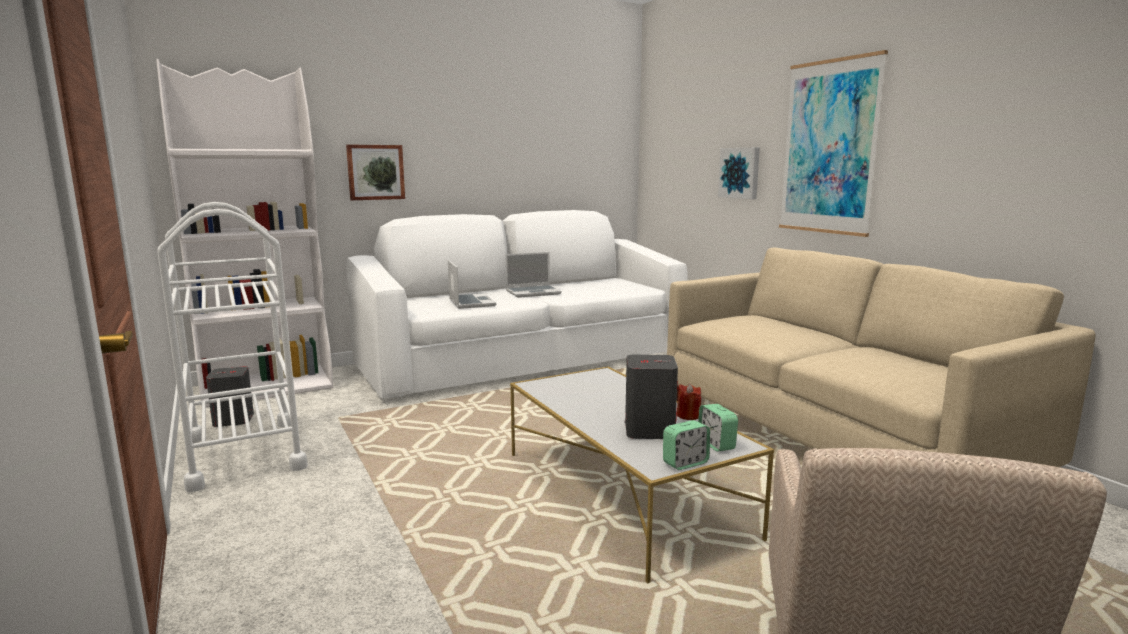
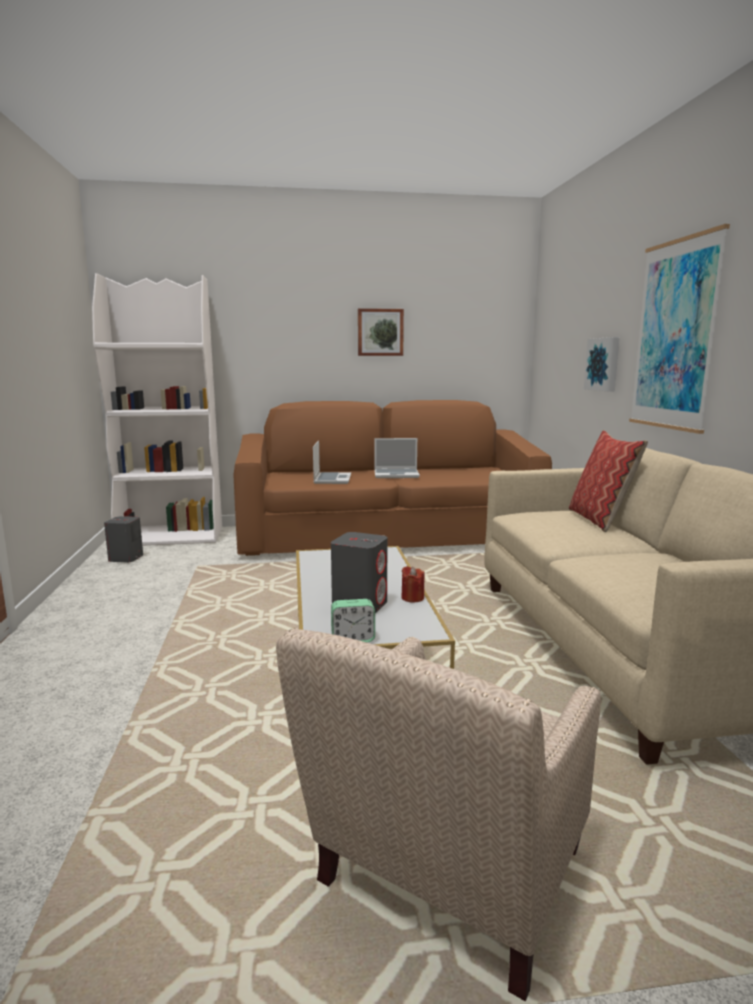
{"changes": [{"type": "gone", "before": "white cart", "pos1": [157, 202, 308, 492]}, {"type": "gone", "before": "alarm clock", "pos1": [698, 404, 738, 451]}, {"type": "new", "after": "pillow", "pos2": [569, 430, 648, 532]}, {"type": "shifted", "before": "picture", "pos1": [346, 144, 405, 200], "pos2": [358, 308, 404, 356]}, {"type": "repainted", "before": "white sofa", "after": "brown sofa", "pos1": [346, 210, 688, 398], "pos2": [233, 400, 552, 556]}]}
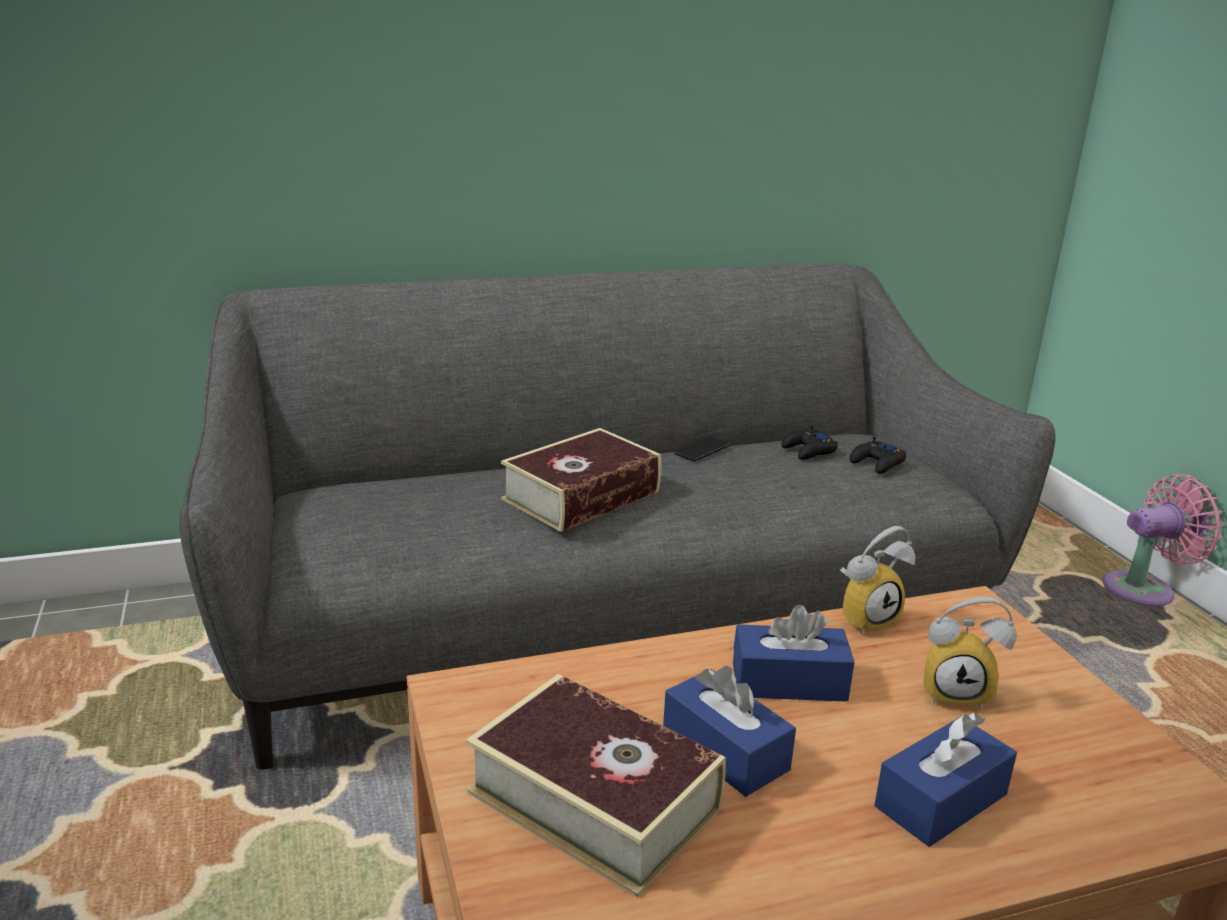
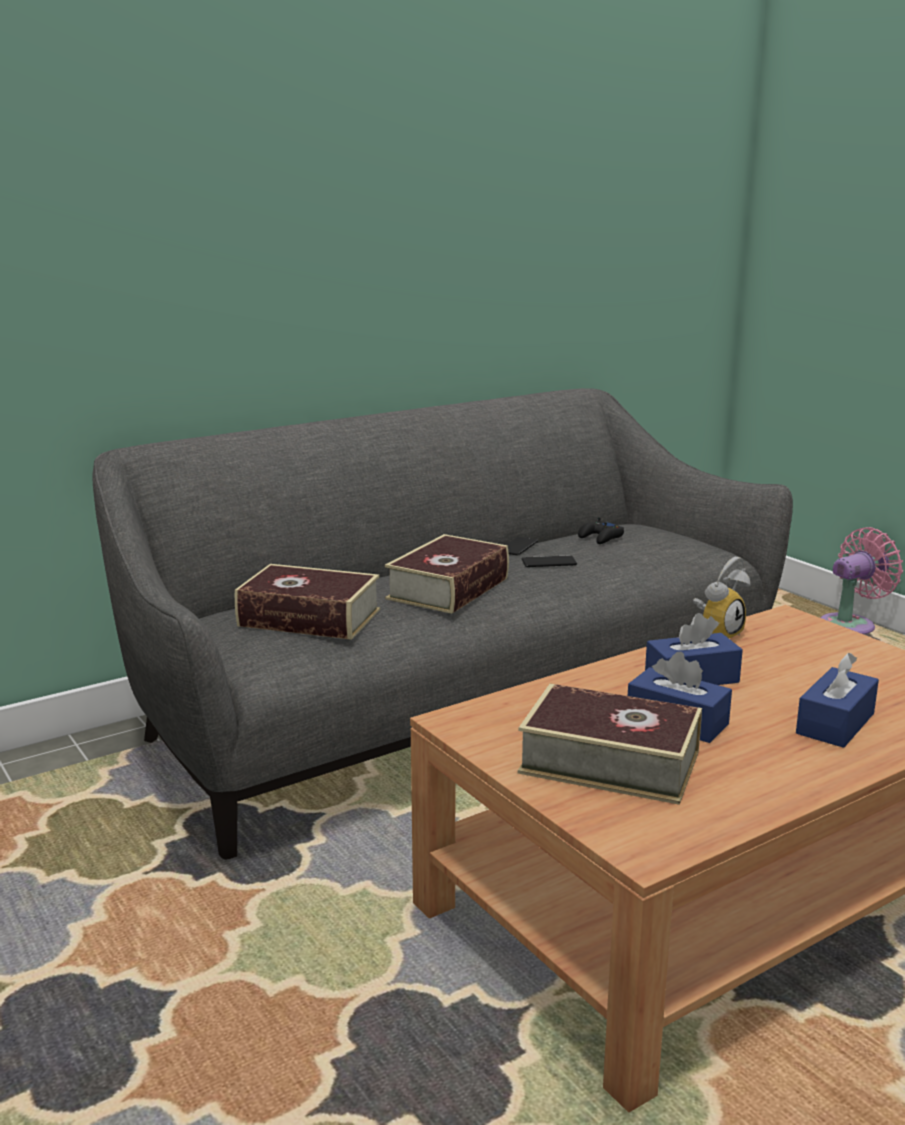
{"changes": [{"type": "gone", "before": "black game controller", "pos1": [850, 437, 906, 474]}, {"type": "gone", "before": "alarm clock", "pos1": [923, 597, 1016, 710]}, {"type": "new", "after": "book", "pos2": [235, 564, 380, 640]}, {"type": "new", "after": "phone", "pos2": [522, 555, 577, 567]}]}
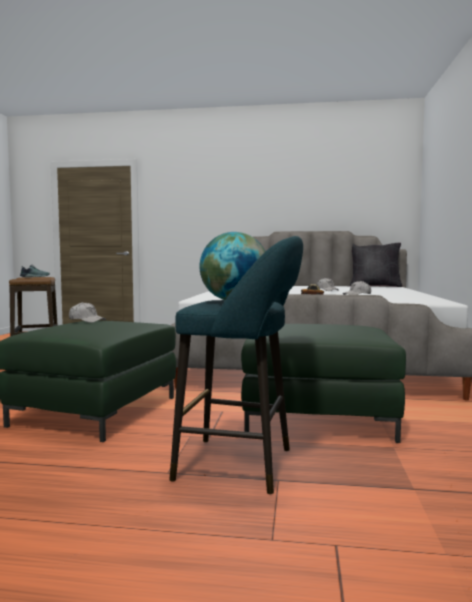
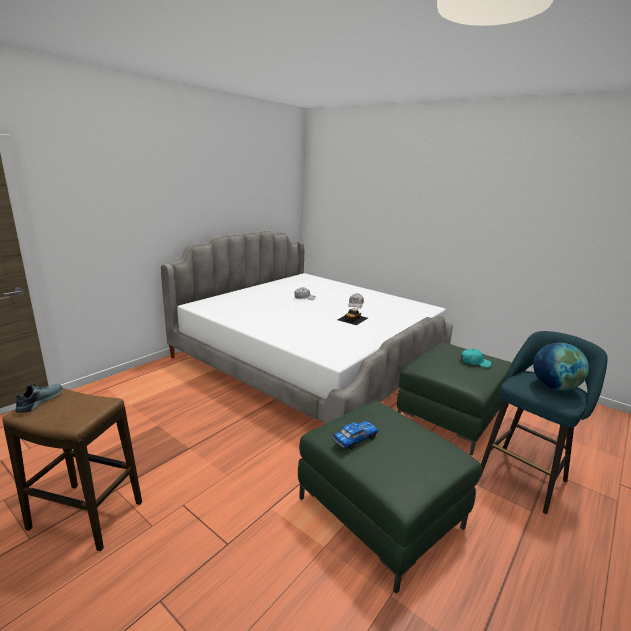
{"changes": [{"type": "gone", "before": "black pillow", "pos1": [350, 243, 402, 287]}, {"type": "new", "after": "turquoise cap", "pos2": [461, 349, 491, 368]}, {"type": "swapped", "before": "white cap", "after": "toy car", "pos1": [69, 302, 106, 323], "pos2": [332, 421, 378, 449]}]}
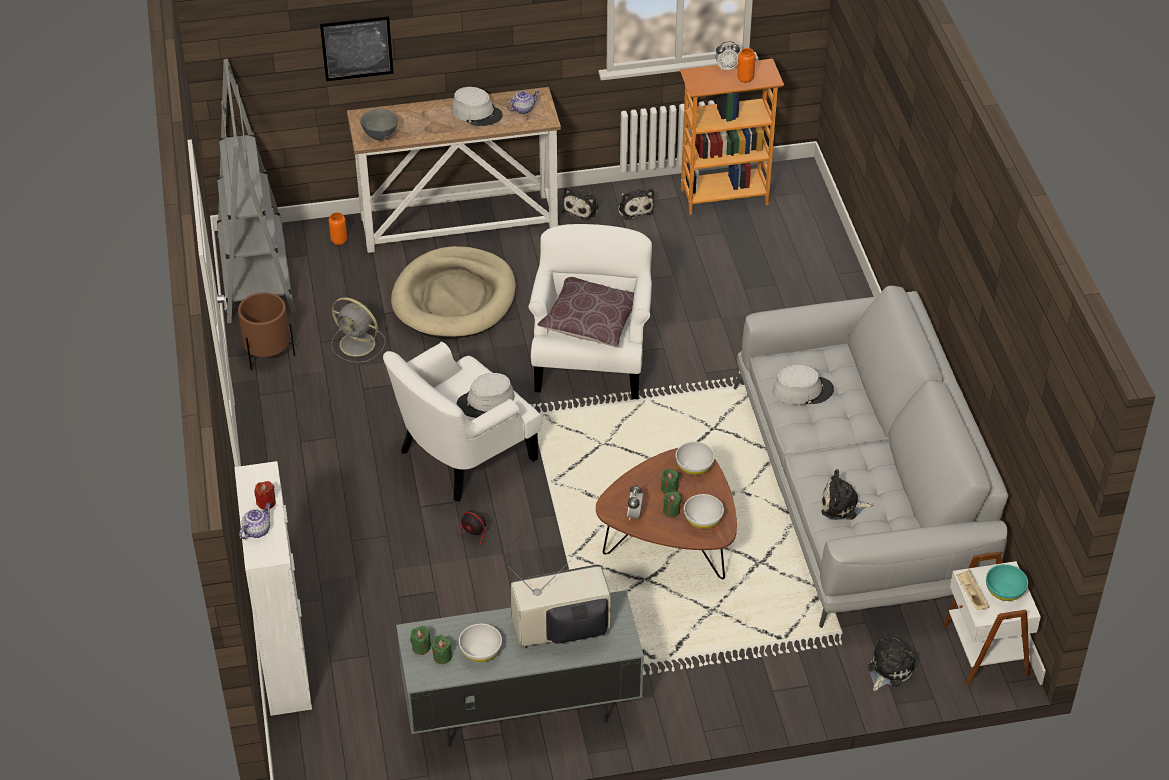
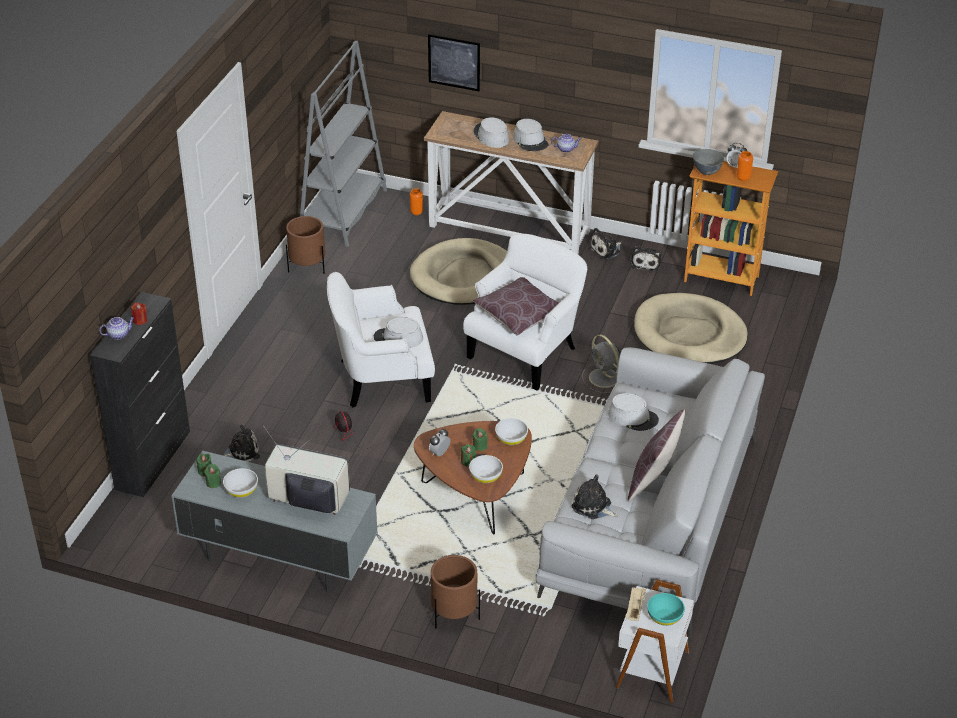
{"changes": [{"type": "new", "after": "brown planter", "pos2": [431, 555, 480, 629]}, {"type": "new", "after": "grey hat", "pos2": [474, 117, 509, 148]}, {"type": "new", "after": "brown pillow", "pos2": [628, 409, 685, 501]}, {"type": "new", "after": "beige dog bed", "pos2": [634, 293, 748, 364]}, {"type": "shifted", "before": "grey fan", "pos1": [331, 297, 385, 363], "pos2": [582, 335, 620, 393]}, {"type": "shifted", "before": "grey bowl", "pos1": [360, 109, 398, 141], "pos2": [693, 149, 724, 175]}, {"type": "shifted", "before": "plush toy", "pos1": [868, 637, 915, 691], "pos2": [223, 424, 260, 462]}, {"type": "repainted", "before": "white cabinet", "after": "black cabinet", "pos1": [234, 461, 312, 716], "pos2": [90, 292, 190, 497]}]}
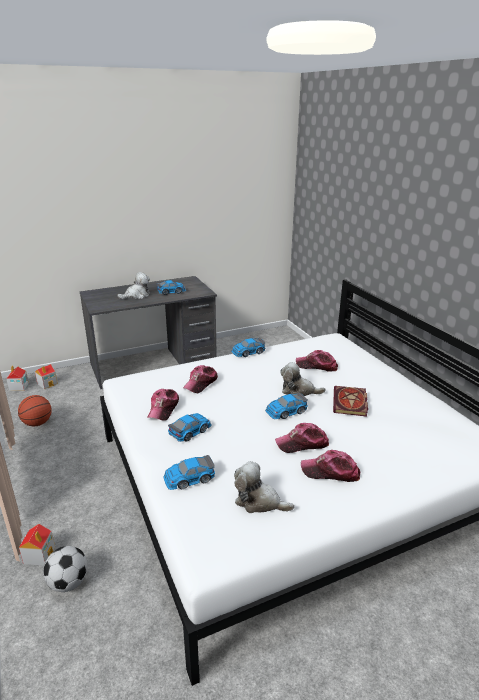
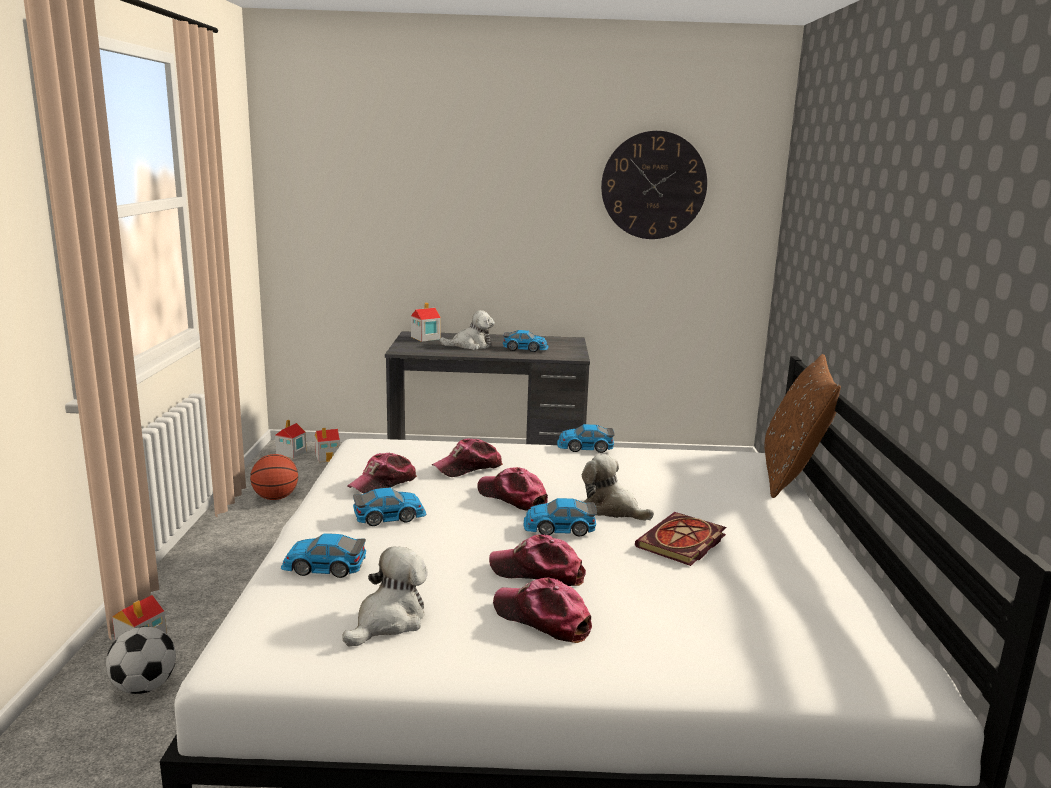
{"changes": [{"type": "new", "after": "toy house", "pos2": [411, 303, 441, 342]}, {"type": "new", "after": "wall clock", "pos2": [601, 131, 707, 239]}, {"type": "new", "after": "brown pillow", "pos2": [764, 354, 841, 498]}, {"type": "shifted", "before": "cap", "pos1": [296, 350, 338, 372], "pos2": [477, 467, 548, 511]}, {"type": "rotated", "before": "plush toy", "pos1": [234, 461, 294, 513], "pos2": [342, 547, 428, 646], "turn": 75}]}
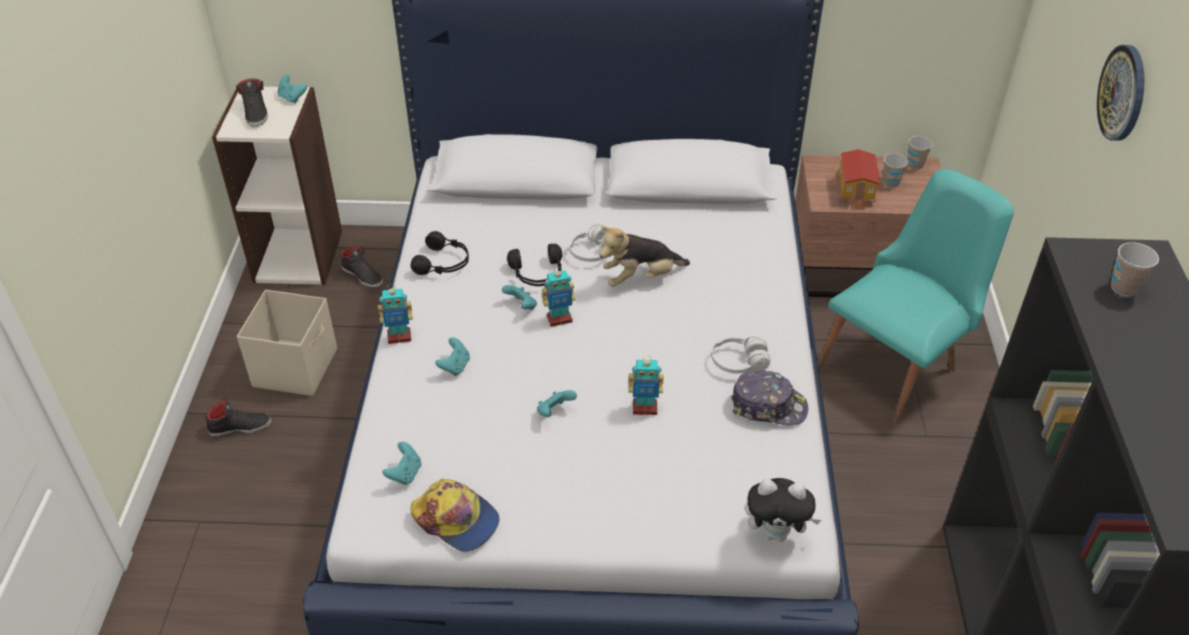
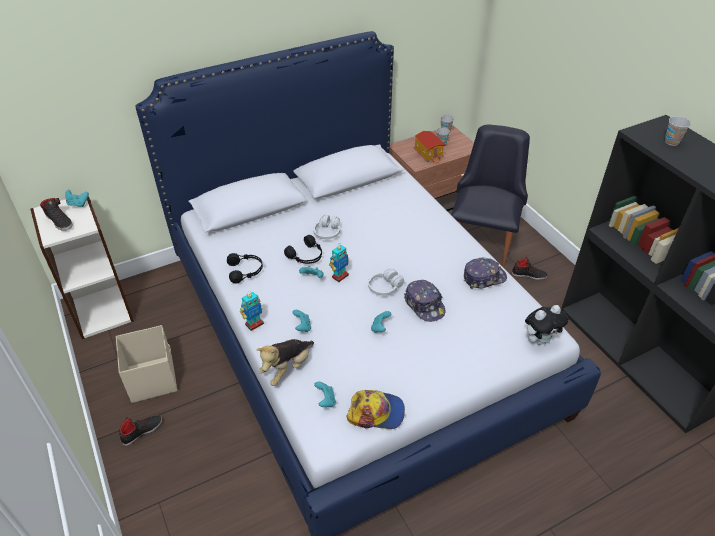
{"changes": [{"type": "gone", "before": "wall clock", "pos1": [1097, 45, 1145, 141]}, {"type": "shifted", "before": "black shoe", "pos1": [340, 246, 383, 288], "pos2": [512, 257, 548, 280]}, {"type": "shifted", "before": "plush toy", "pos1": [599, 226, 690, 287], "pos2": [257, 339, 314, 386]}, {"type": "shifted", "before": "white headphones", "pos1": [711, 336, 771, 374], "pos2": [368, 269, 404, 295]}, {"type": "swapped", "before": "toy robot", "after": "cap", "pos1": [629, 356, 664, 415], "pos2": [404, 280, 445, 322]}, {"type": "repainted", "before": "turquoise chair", "after": "black chair", "pos1": [818, 169, 1014, 424], "pos2": [451, 125, 530, 268]}]}
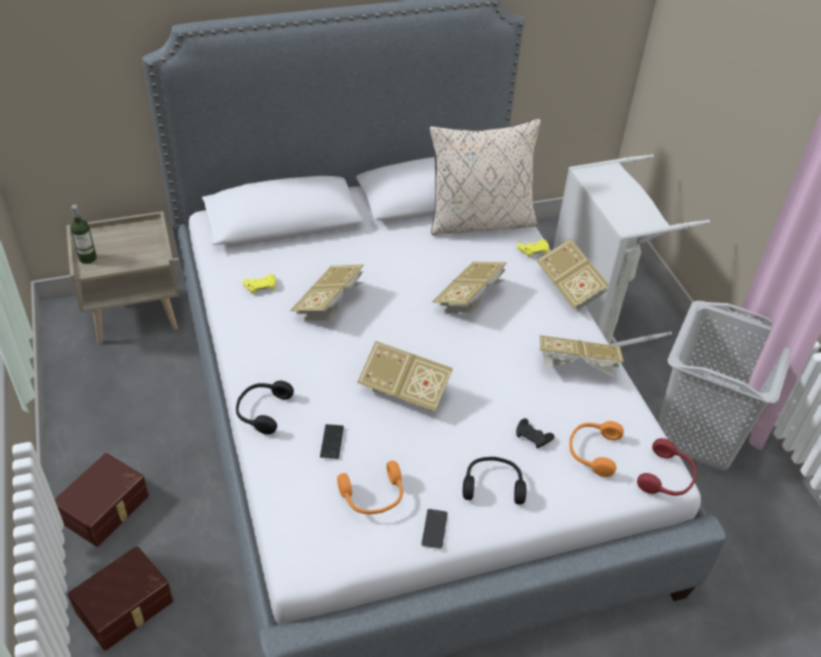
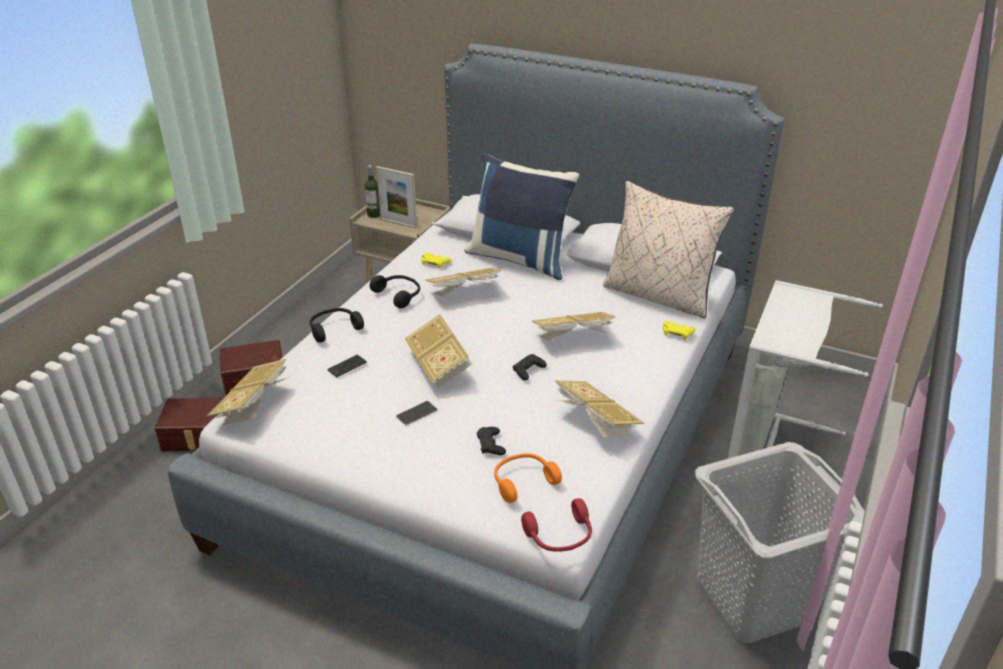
{"changes": [{"type": "gone", "before": "orange headphones", "pos1": [337, 461, 403, 514]}, {"type": "new", "after": "picture frame", "pos2": [376, 166, 417, 229]}, {"type": "new", "after": "blue pillow", "pos2": [465, 153, 579, 280]}, {"type": "new", "after": "black game controller", "pos2": [513, 354, 547, 381]}, {"type": "shifted", "before": "phone", "pos1": [421, 509, 448, 549], "pos2": [396, 401, 438, 426]}, {"type": "shifted", "before": "black headphones", "pos1": [463, 457, 526, 505], "pos2": [370, 275, 420, 308]}, {"type": "shifted", "before": "book", "pos1": [536, 238, 609, 312], "pos2": [207, 359, 290, 426]}]}
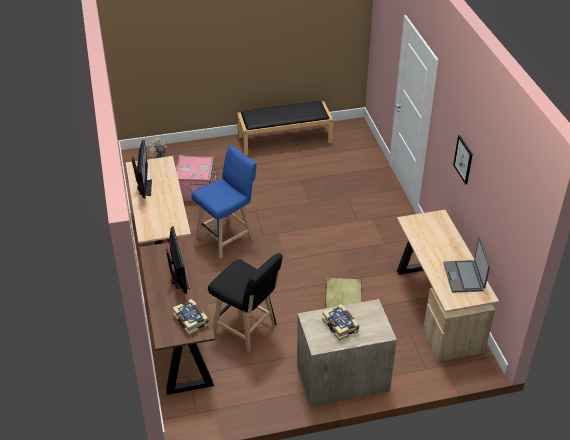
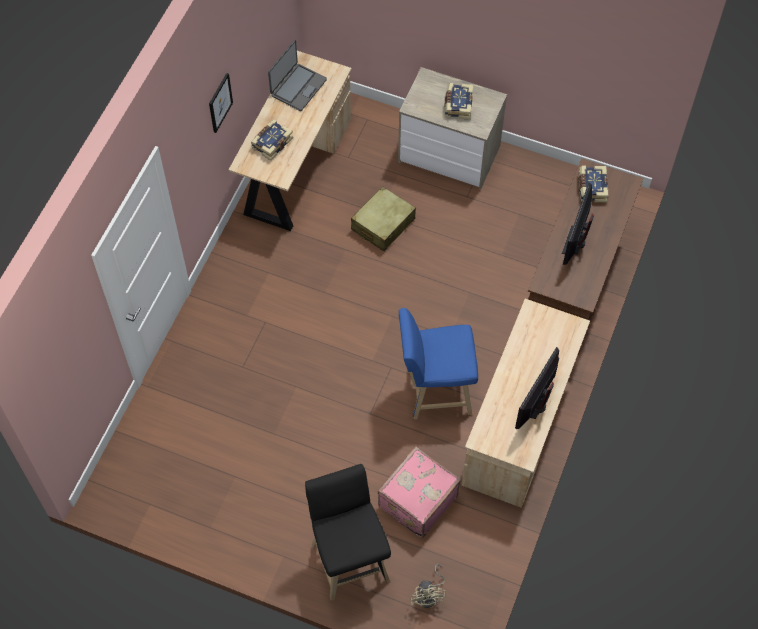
{"changes": [{"type": "gone", "before": "black bench", "pos1": [237, 101, 333, 155]}, {"type": "new", "after": "book", "pos2": [251, 119, 293, 161]}, {"type": "shifted", "before": "black stool", "pos1": [208, 253, 283, 352], "pos2": [305, 464, 391, 601]}]}
